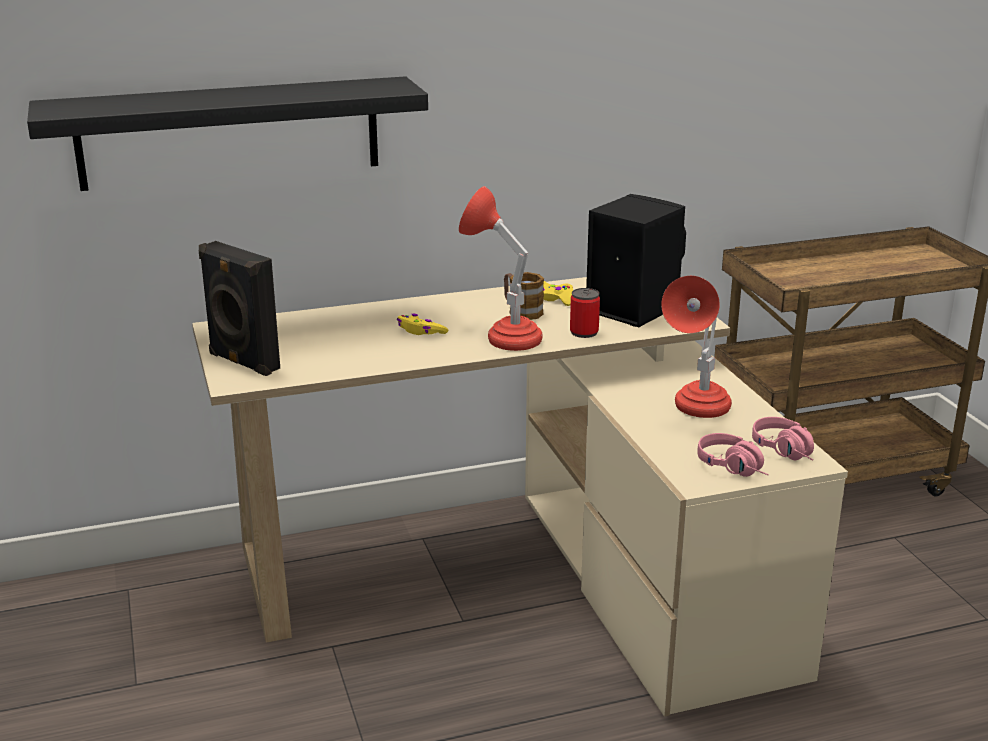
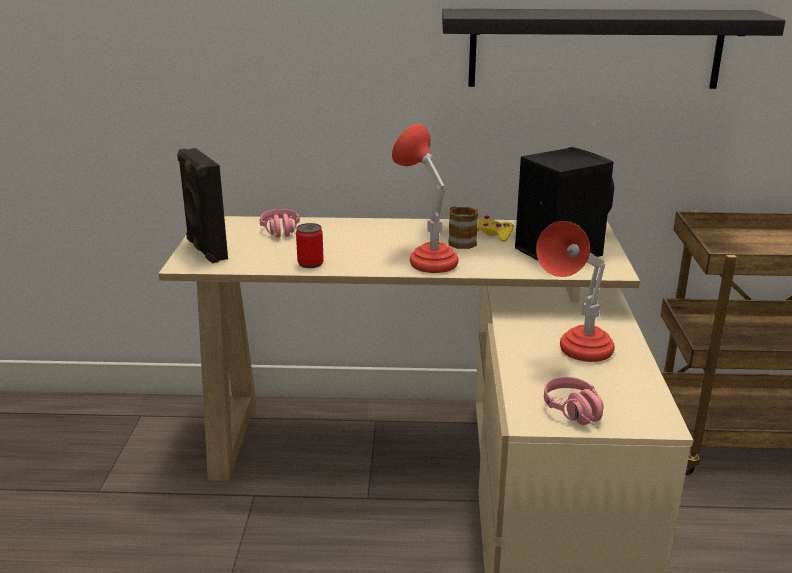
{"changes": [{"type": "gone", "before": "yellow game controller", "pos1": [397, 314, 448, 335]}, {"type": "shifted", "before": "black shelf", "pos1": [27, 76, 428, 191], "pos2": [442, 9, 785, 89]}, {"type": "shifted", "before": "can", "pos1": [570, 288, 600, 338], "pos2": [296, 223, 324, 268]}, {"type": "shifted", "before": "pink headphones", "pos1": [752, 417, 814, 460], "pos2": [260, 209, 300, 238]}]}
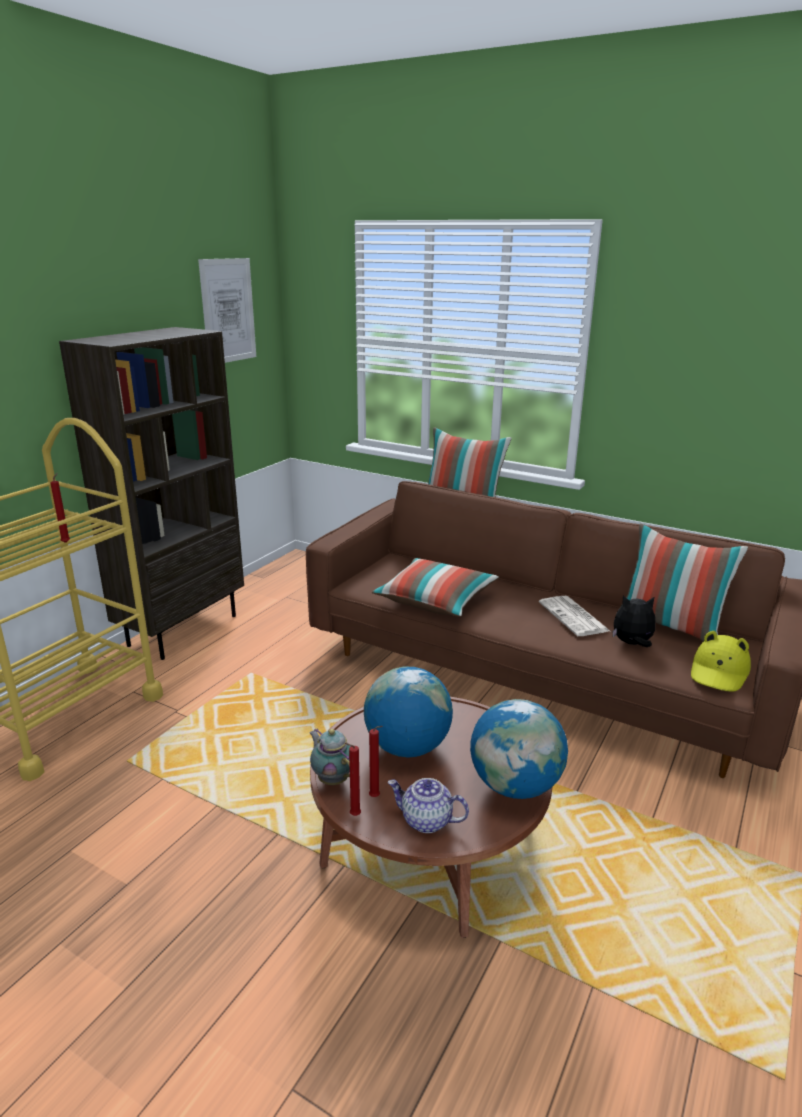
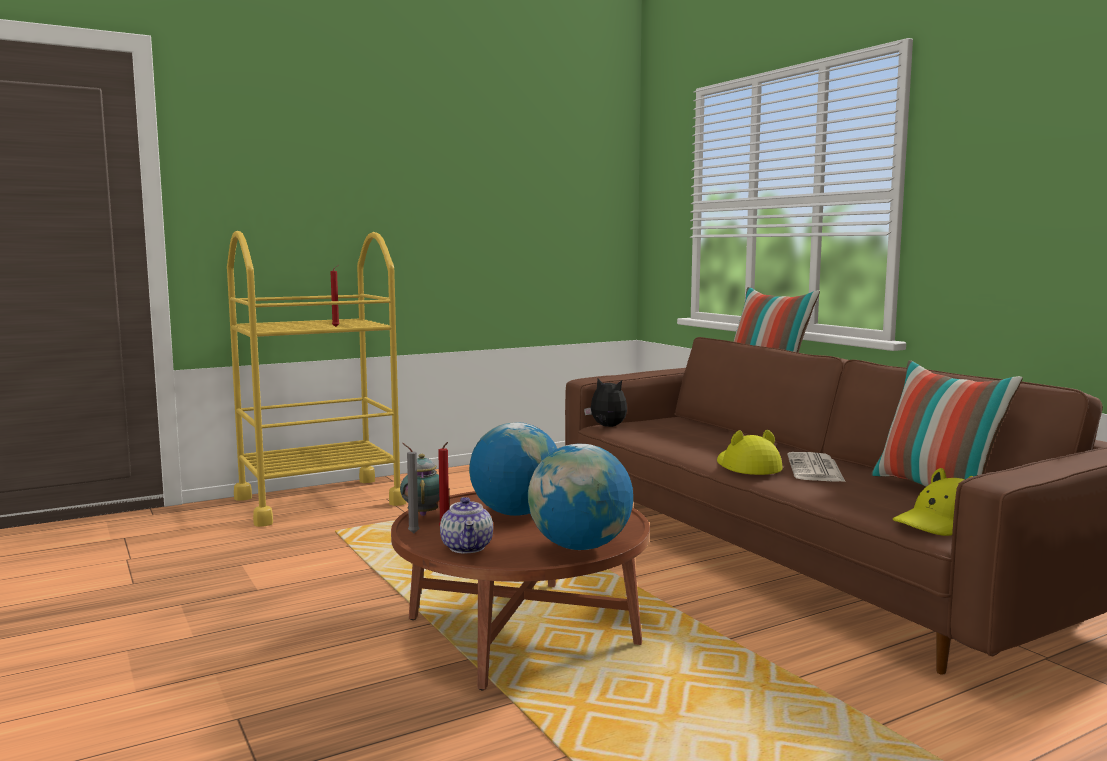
{"changes": [{"type": "gone", "before": "brown bookcase", "pos1": [59, 327, 244, 660]}, {"type": "gone", "before": "picture", "pos1": [198, 258, 256, 363]}, {"type": "gone", "before": "pillow", "pos1": [372, 558, 499, 617]}, {"type": "new", "after": "yellow hat", "pos2": [717, 430, 783, 475]}, {"type": "shifted", "before": "plush toy", "pos1": [613, 596, 656, 647], "pos2": [584, 378, 627, 427]}, {"type": "repainted", "before": "red candle", "after": "grey candle", "pos1": [345, 742, 361, 816], "pos2": [402, 443, 419, 533]}, {"type": "rotated", "before": "teapot", "pos1": [388, 778, 469, 833], "pos2": [440, 497, 493, 553], "turn": -150}]}
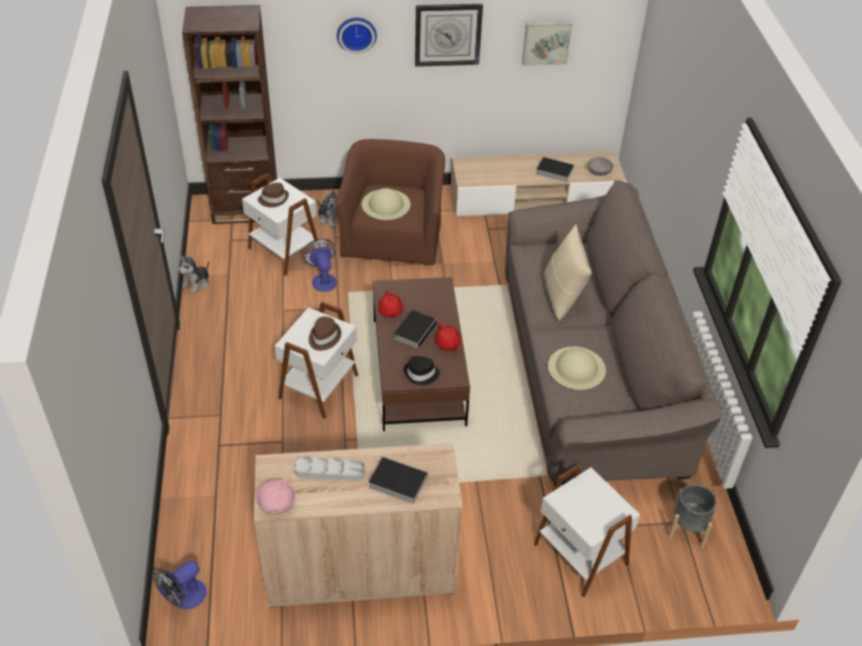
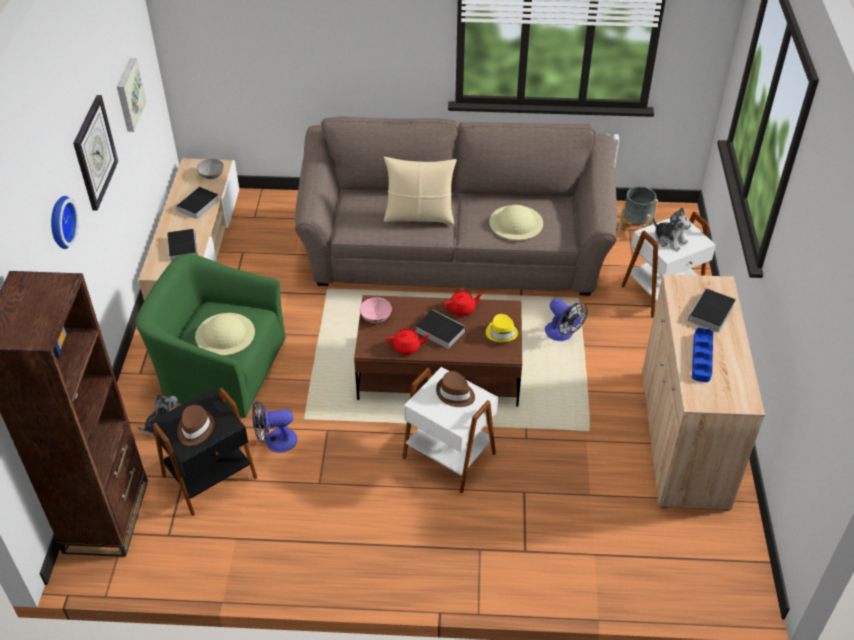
{"changes": [{"type": "new", "after": "book", "pos2": [167, 229, 198, 262]}, {"type": "shifted", "before": "fan", "pos1": [152, 561, 207, 609], "pos2": [545, 299, 588, 341]}, {"type": "shifted", "before": "plush toy", "pos1": [178, 255, 209, 294], "pos2": [653, 207, 691, 251]}, {"type": "shifted", "before": "pink bowl", "pos1": [256, 480, 296, 515], "pos2": [360, 297, 392, 323]}, {"type": "repainted", "before": "white side table", "after": "black side table", "pos1": [242, 173, 317, 276], "pos2": [150, 388, 257, 516]}, {"type": "repainted", "before": "grey tray", "after": "blue tray", "pos1": [295, 457, 365, 481], "pos2": [692, 328, 713, 382]}, {"type": "repainted", "before": "brown armchair", "after": "green armchair", "pos1": [335, 139, 445, 267], "pos2": [136, 254, 286, 419]}, {"type": "repainted", "before": "black hat", "after": "yellow hat", "pos1": [404, 356, 440, 385], "pos2": [486, 314, 519, 342]}]}
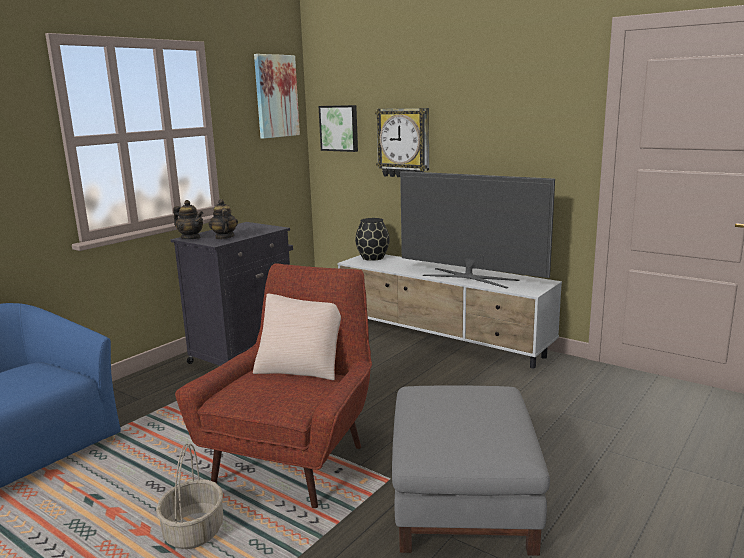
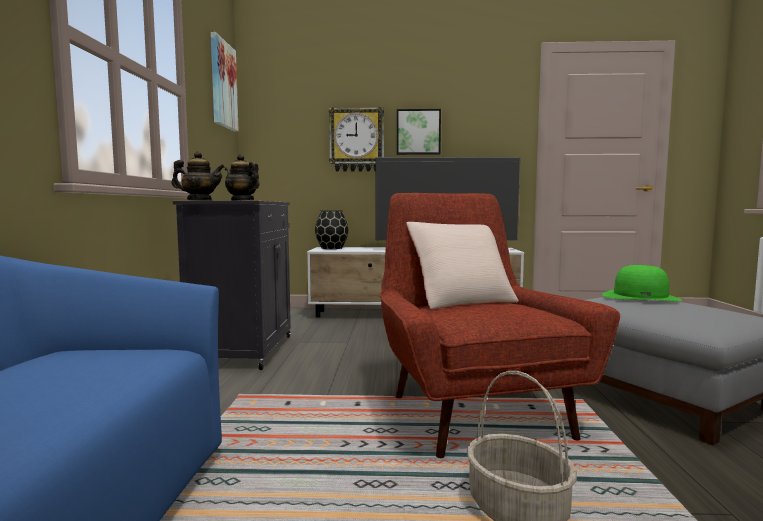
{"changes": [{"type": "new", "after": "green hat", "pos2": [602, 265, 681, 301]}, {"type": "shifted", "before": "picture", "pos1": [319, 105, 358, 152], "pos2": [397, 109, 441, 155]}]}
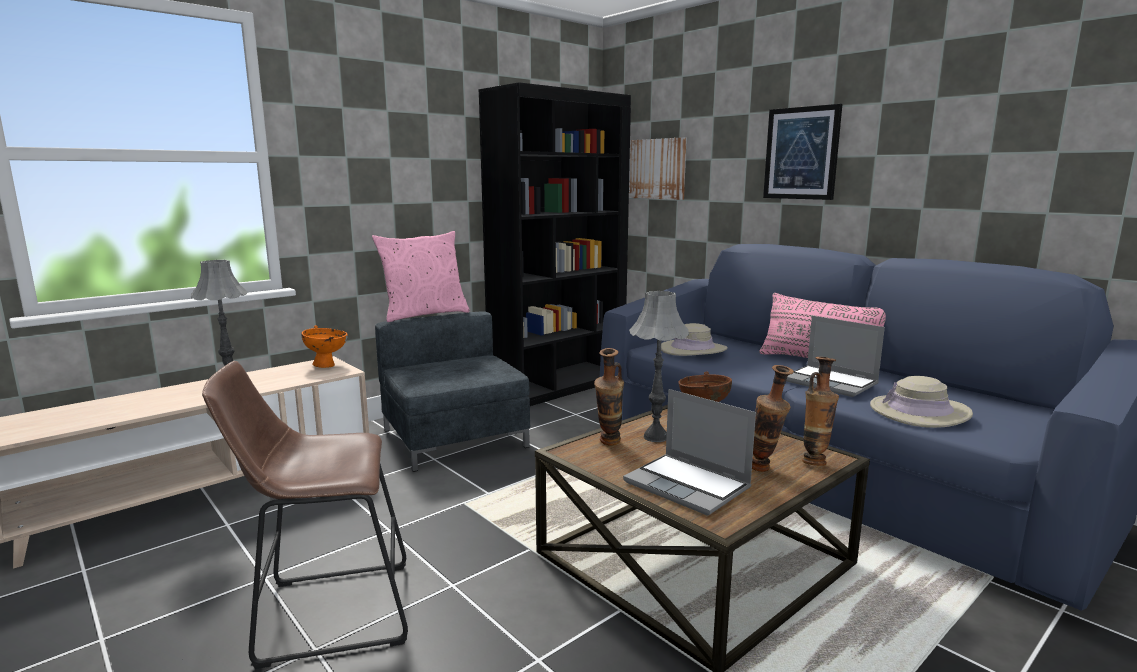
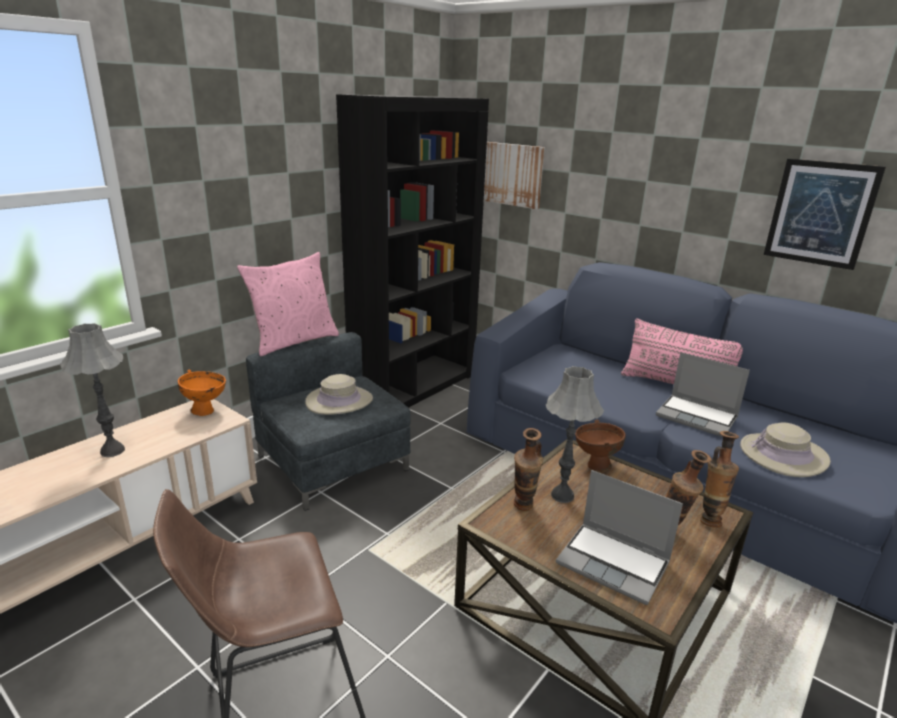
{"changes": [{"type": "shifted", "before": "beige hat", "pos1": [661, 323, 728, 356], "pos2": [305, 374, 373, 415]}, {"type": "shifted", "before": "picture", "pos1": [763, 104, 842, 200], "pos2": [764, 158, 886, 270]}]}
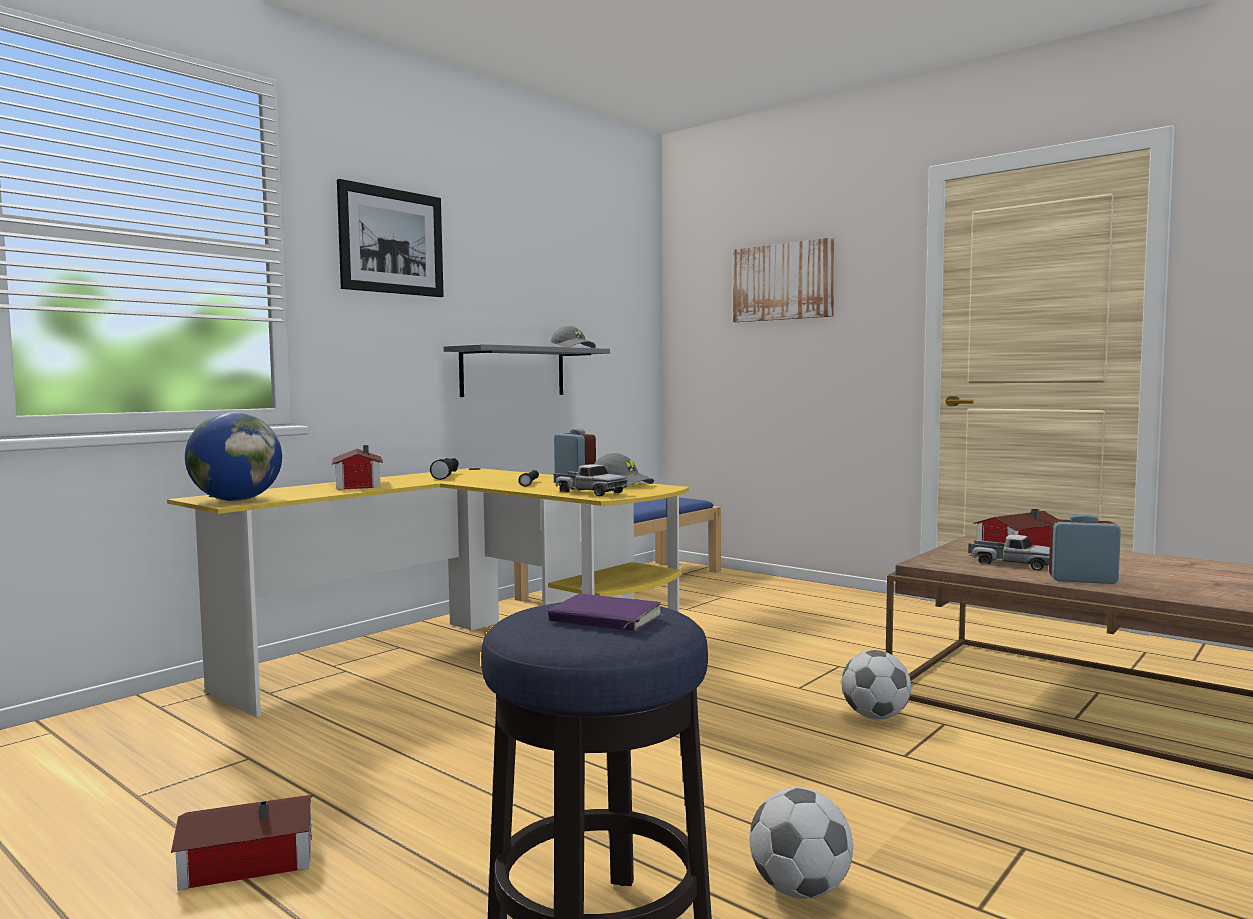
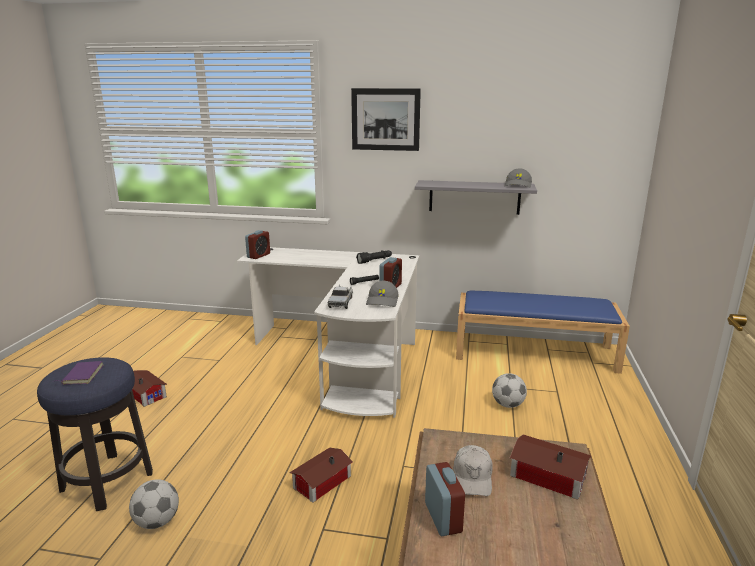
{"changes": [{"type": "gone", "before": "picture", "pos1": [733, 237, 834, 322]}, {"type": "shifted", "before": "toy house", "pos1": [332, 445, 383, 490], "pos2": [289, 447, 353, 503]}, {"type": "shifted", "before": "football", "pos1": [842, 650, 911, 719], "pos2": [492, 373, 527, 408]}, {"type": "swapped", "before": "globe", "after": "alarm clock", "pos1": [185, 412, 282, 501], "pos2": [245, 230, 270, 259]}, {"type": "swapped", "before": "toy truck", "after": "white cap", "pos1": [968, 535, 1050, 570], "pos2": [453, 445, 493, 496]}, {"type": "repainted", "before": "yellow desk", "after": "white desk", "pos1": [167, 468, 689, 717], "pos2": [237, 247, 419, 418]}]}
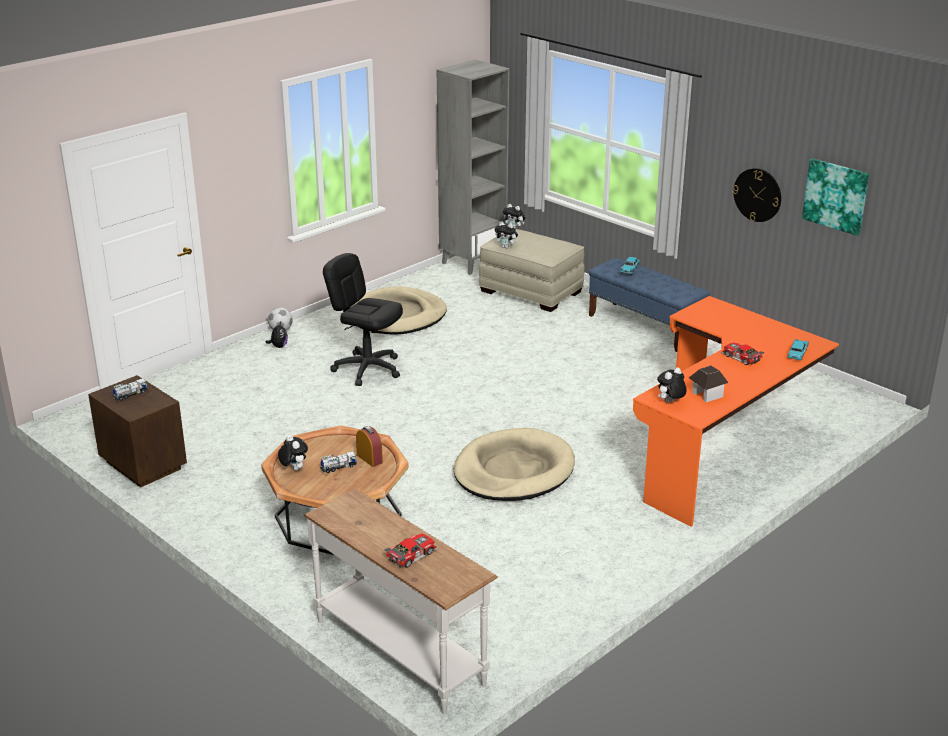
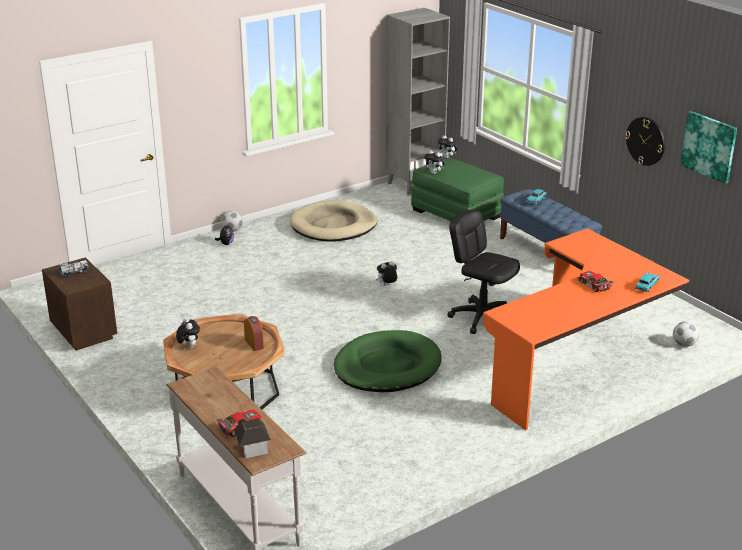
{"changes": [{"type": "gone", "before": "toy truck", "pos1": [320, 451, 357, 473]}, {"type": "new", "after": "football", "pos2": [673, 321, 699, 347]}, {"type": "shifted", "before": "black office chair", "pos1": [323, 253, 403, 386], "pos2": [447, 210, 520, 334]}, {"type": "shifted", "before": "plush toy", "pos1": [657, 367, 687, 403], "pos2": [376, 261, 397, 286]}, {"type": "shifted", "before": "toy house", "pos1": [689, 366, 728, 402], "pos2": [234, 418, 271, 458]}, {"type": "repainted", "before": "beige dog bed", "after": "green dog bed", "pos1": [454, 428, 575, 501], "pos2": [334, 330, 442, 392]}, {"type": "repainted", "before": "beige ottoman", "after": "green ottoman", "pos1": [479, 229, 584, 312], "pos2": [411, 158, 504, 221]}]}
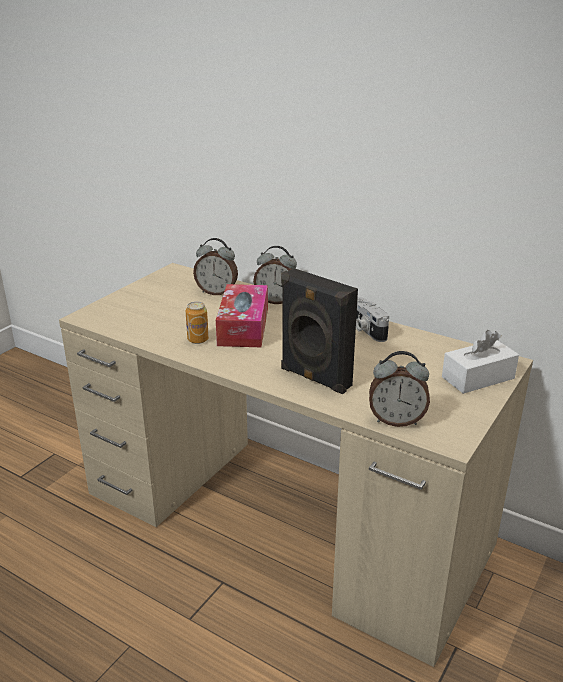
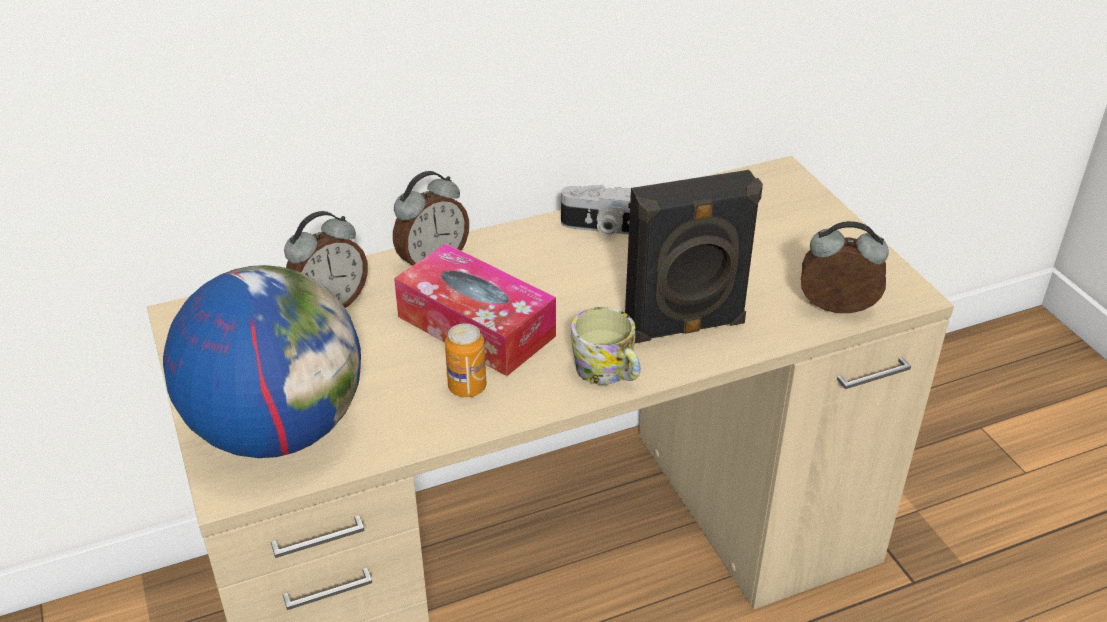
{"changes": [{"type": "gone", "before": "white tissue box", "pos1": [442, 330, 519, 394]}, {"type": "new", "after": "globe", "pos2": [163, 265, 361, 458]}, {"type": "new", "after": "mug", "pos2": [571, 307, 641, 385]}, {"type": "rotated", "before": "alarm clock", "pos1": [369, 351, 430, 427], "pos2": [801, 221, 889, 313], "turn": -120}]}
